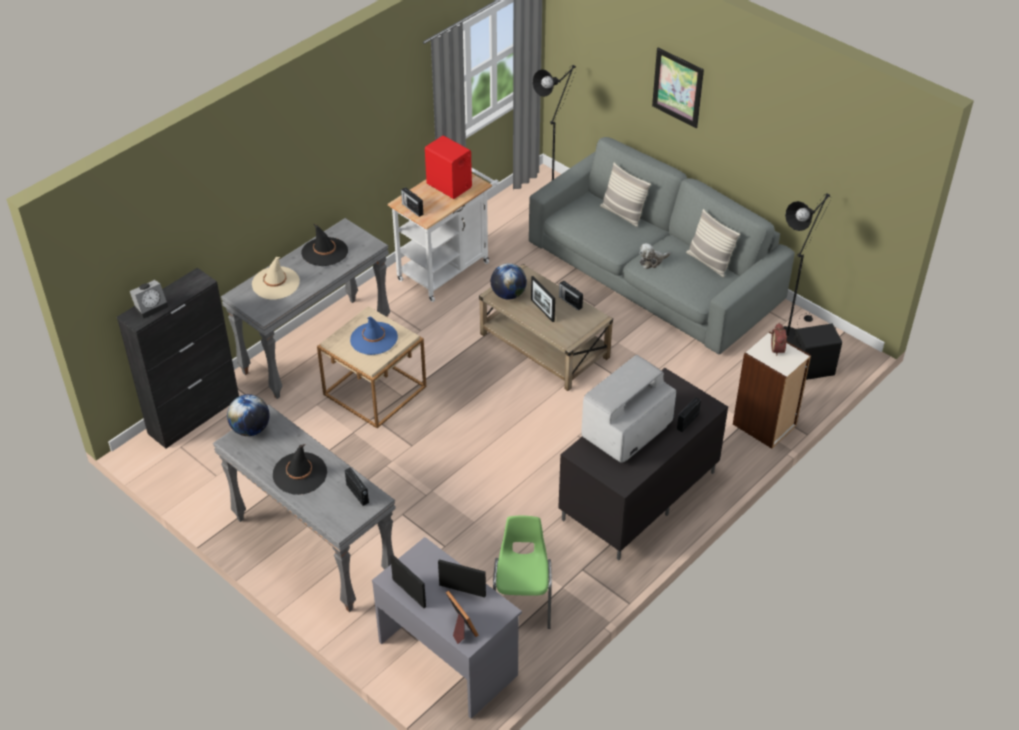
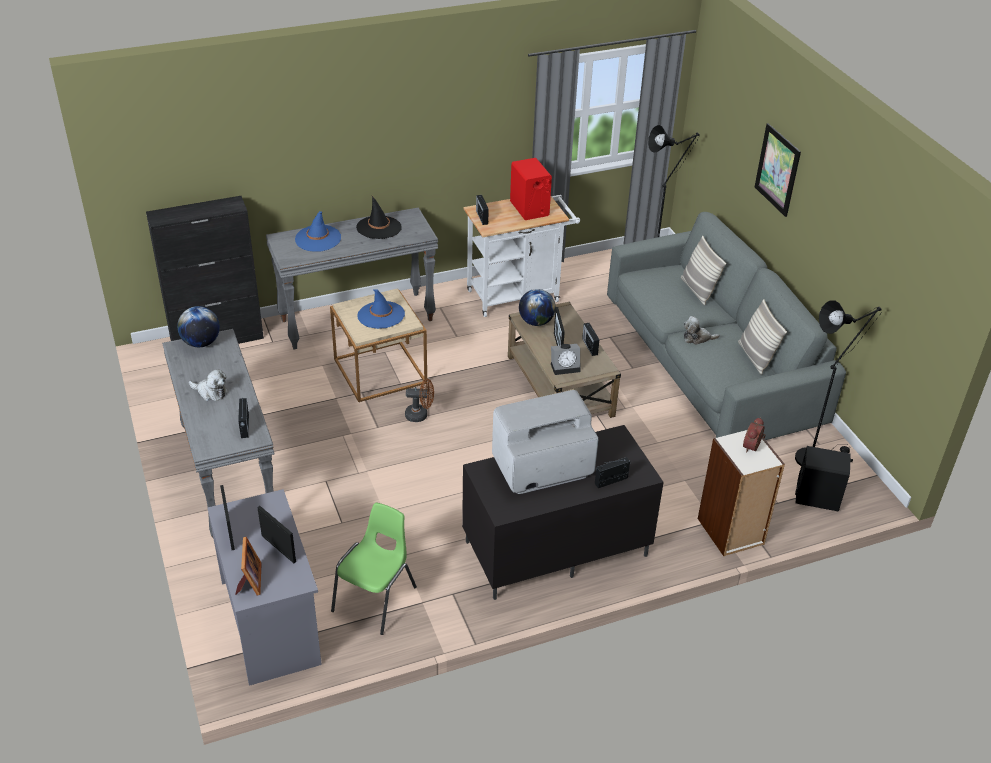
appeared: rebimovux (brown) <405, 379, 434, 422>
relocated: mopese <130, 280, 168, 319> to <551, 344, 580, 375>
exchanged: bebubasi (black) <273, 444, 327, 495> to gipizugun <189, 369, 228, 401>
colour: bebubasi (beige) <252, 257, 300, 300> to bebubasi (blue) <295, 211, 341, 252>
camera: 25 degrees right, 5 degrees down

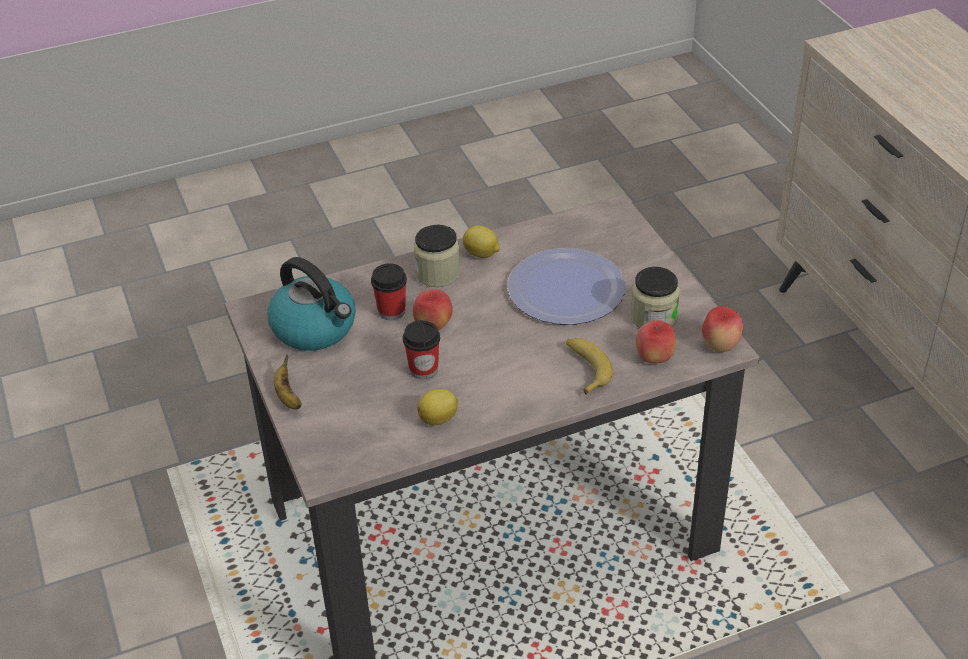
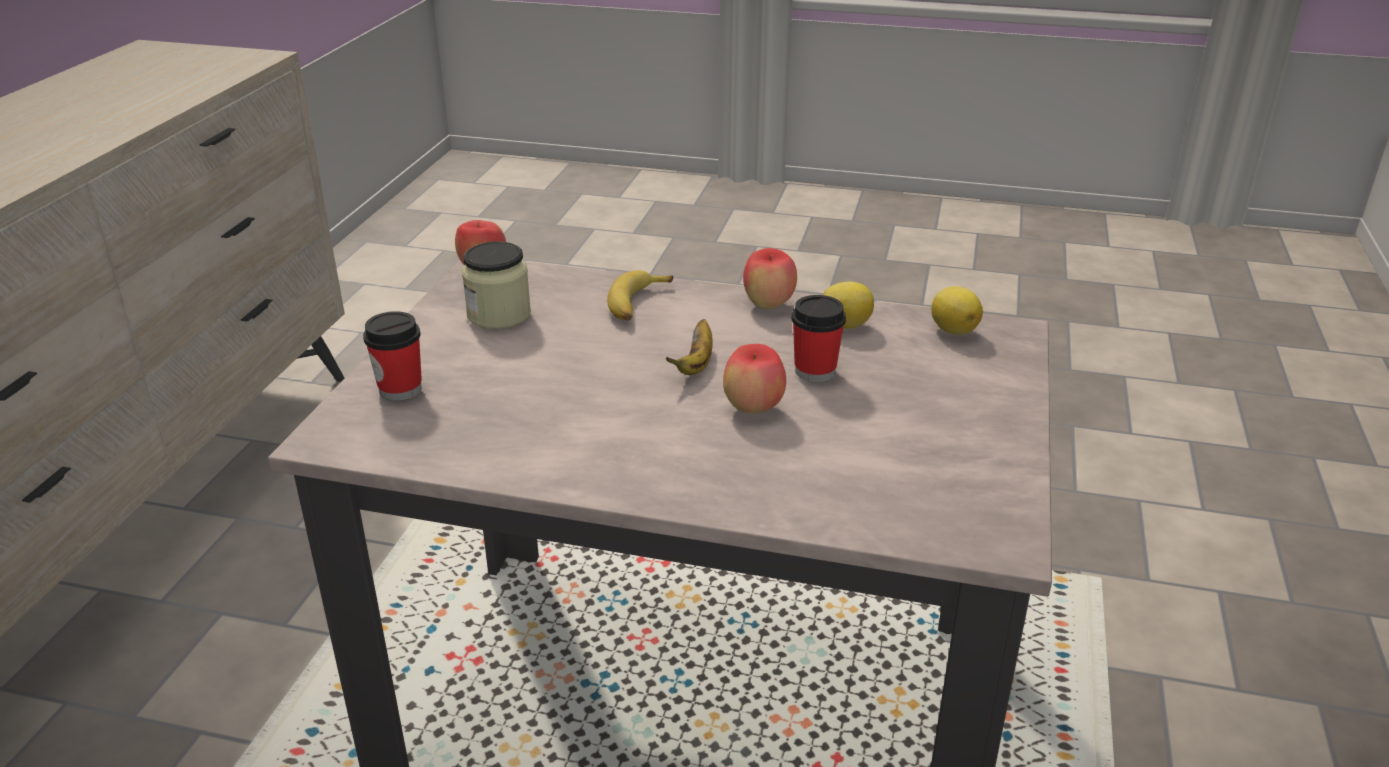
missing: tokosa <414, 225, 460, 287>; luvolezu <507, 248, 626, 325>; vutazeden <267, 257, 356, 351>
relocated: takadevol <463, 225, 500, 258> to <931, 286, 983, 335>; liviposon <371, 263, 407, 320> to <363, 311, 422, 401>; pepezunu <636, 320, 676, 363> to <743, 248, 797, 309>; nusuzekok <274, 354, 302, 409> to <666, 319, 713, 375>
camera: 145 degrees left, 10 degrees down

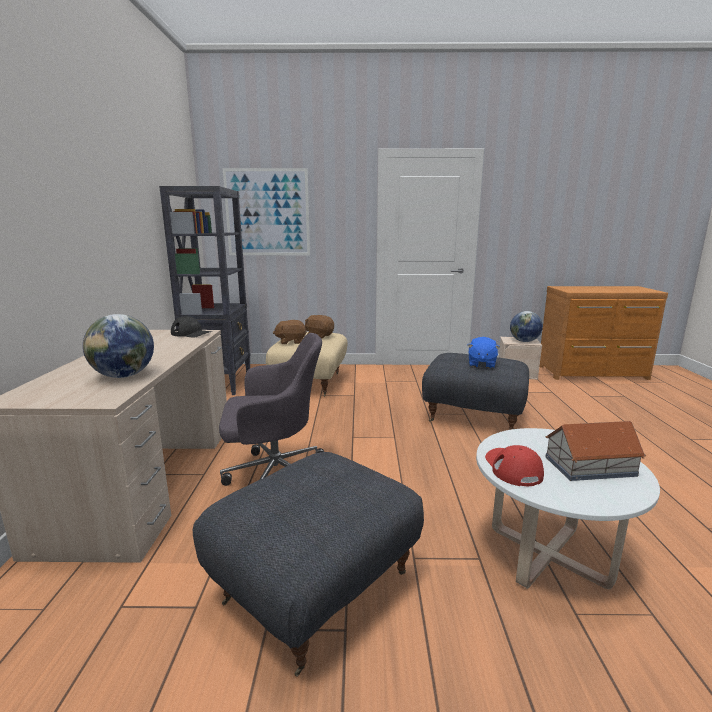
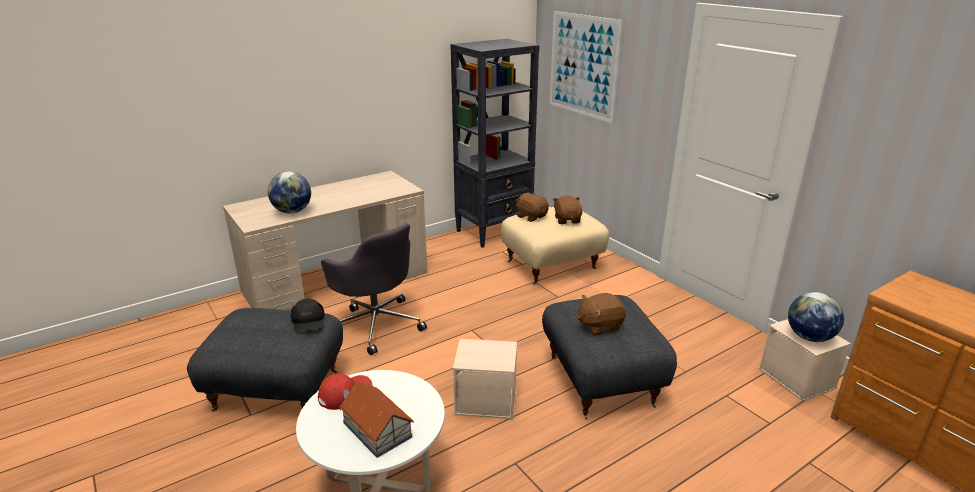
appeared: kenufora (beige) <453, 339, 517, 419>
relocated: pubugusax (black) <171, 316, 212, 338> to <291, 299, 325, 332>
colour: gipizugun (blue) <468, 337, 500, 368> to gipizugun (brown) <577, 293, 626, 335>
camera: 55 degrees right, 10 degrees up

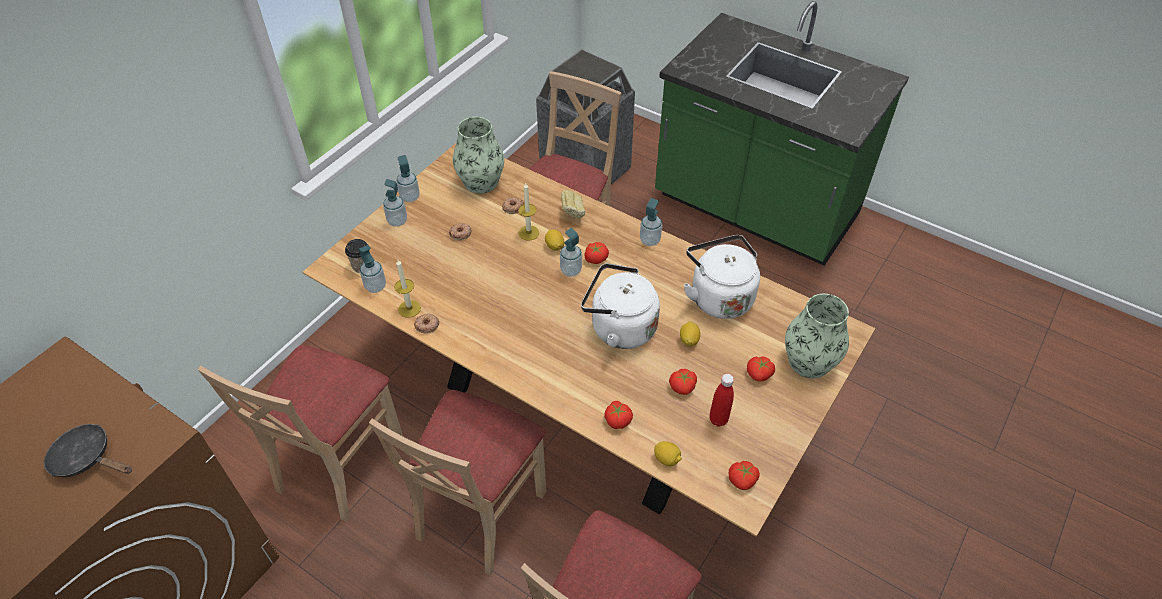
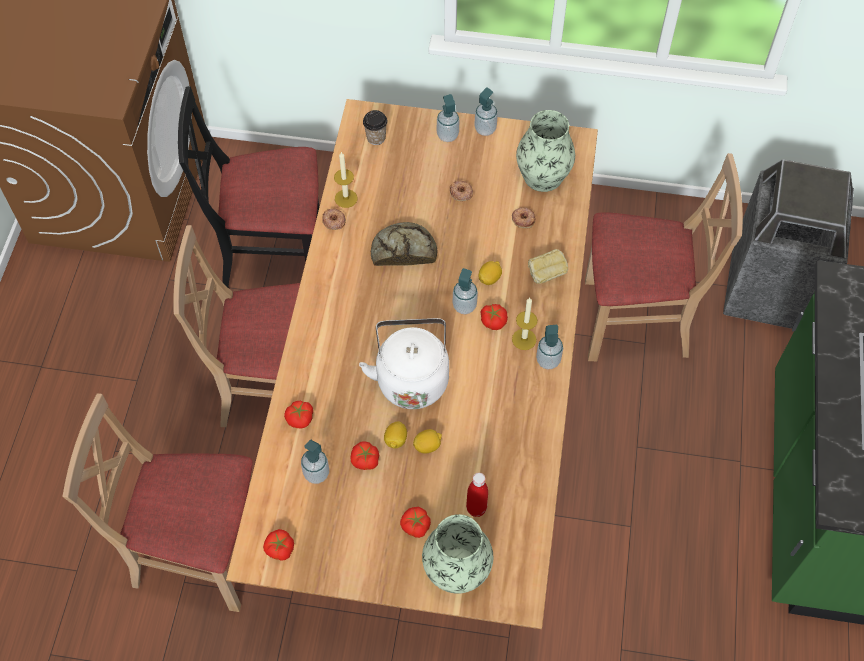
missing: vutazeden (white) <684, 235, 760, 319>; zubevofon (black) <44, 424, 132, 477>
appeared: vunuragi <371, 222, 438, 266>
relocated: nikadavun <518, 182, 539, 241> to <512, 298, 537, 350>; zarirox <359, 245, 386, 293> to <301, 439, 329, 484>; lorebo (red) <709, 374, 734, 427> to <466, 473, 488, 517>; takadevol <654, 441, 682, 466> to <384, 421, 407, 448>
colour: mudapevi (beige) <198, 345, 403, 521> to mudapevi (black) <178, 86, 319, 287>
camera: 65 degrees right, 10 degrees up

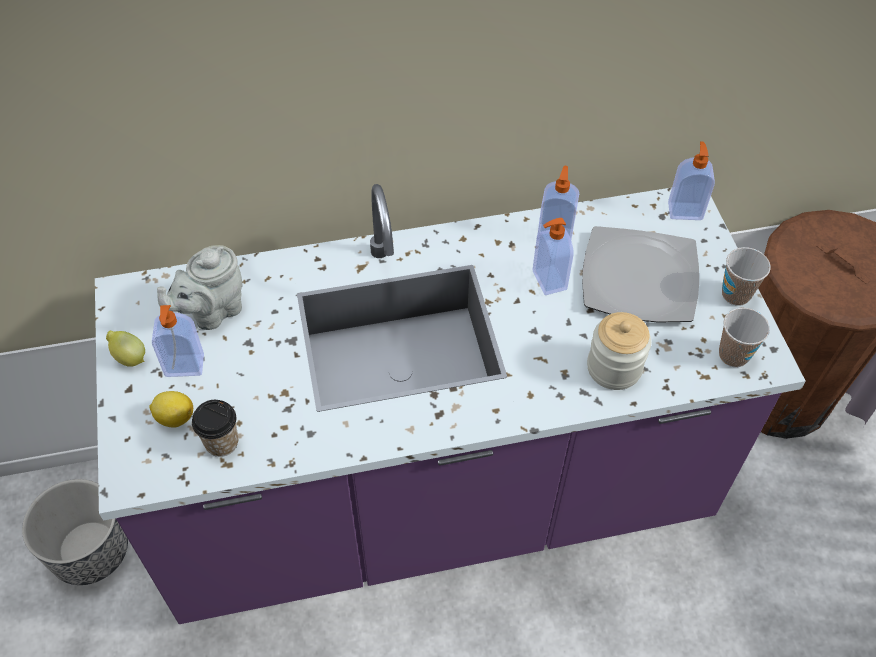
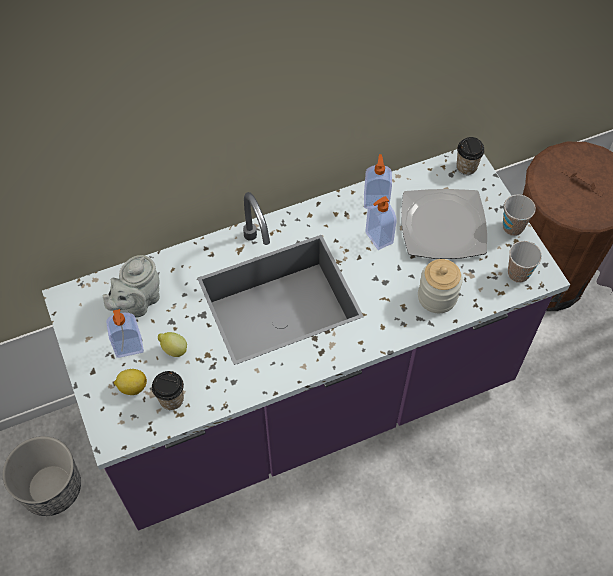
relocated: takadevol <106, 331, 145, 367> to <158, 332, 187, 357>
exchanged: zarirox <668, 141, 715, 220> to liviposon <456, 137, 485, 175>
camera: 10 degrees left, 5 degrees up

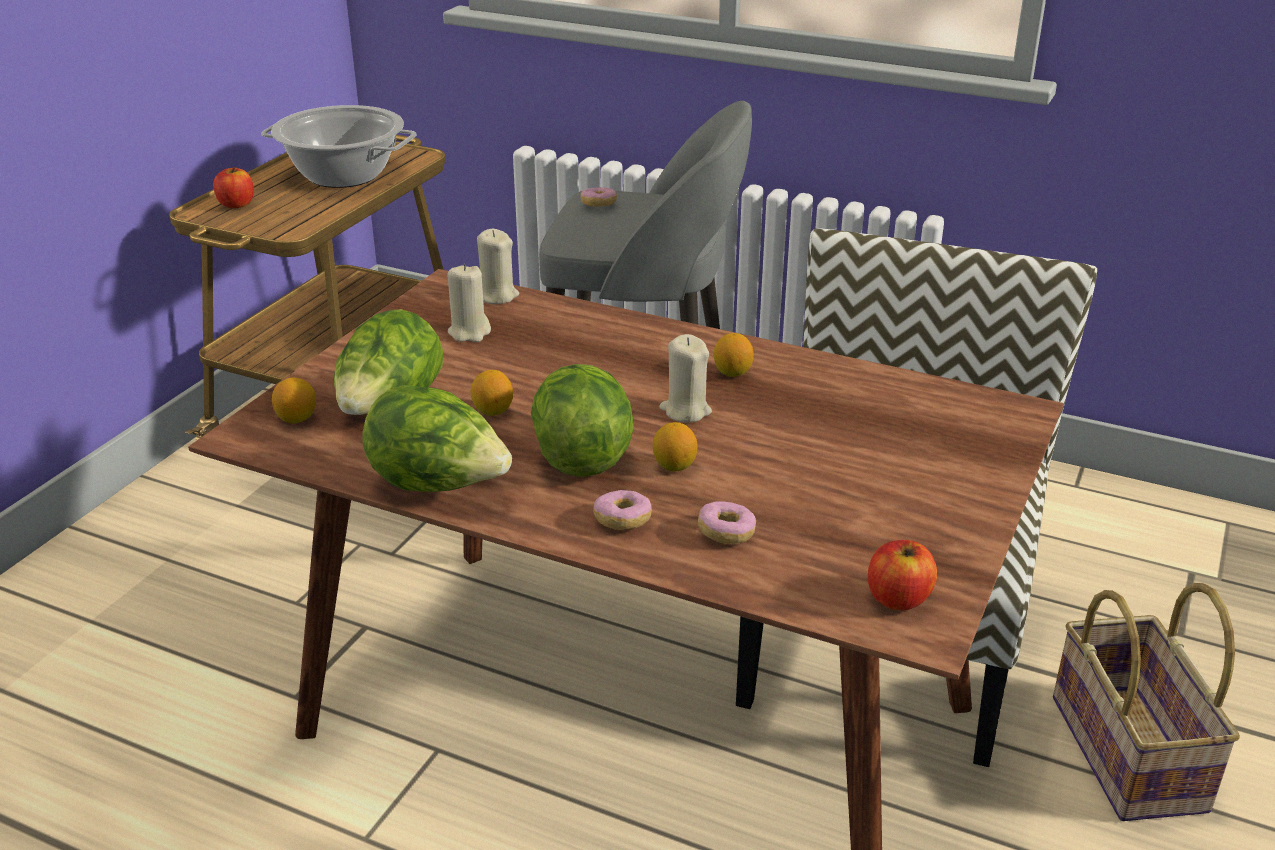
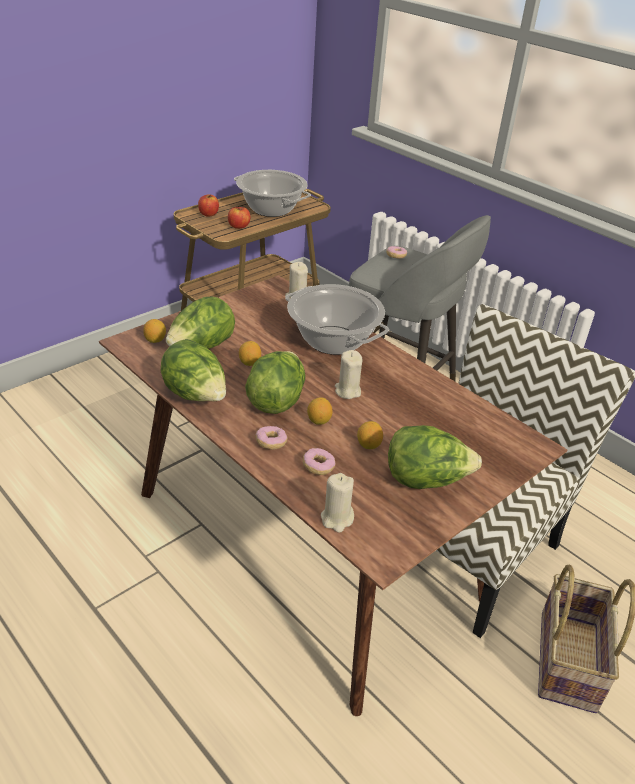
appeared: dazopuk <285, 284, 389, 355>; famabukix <388, 425, 482, 489>
relocated: nikadavun (beige) <447, 264, 491, 342> to <321, 473, 354, 533>; takadevol <714, 333, 754, 377> to <357, 421, 383, 449>; pepezunu <868, 540, 937, 611> to <228, 207, 251, 229>
camera: 20 degrees right, 5 degrees up

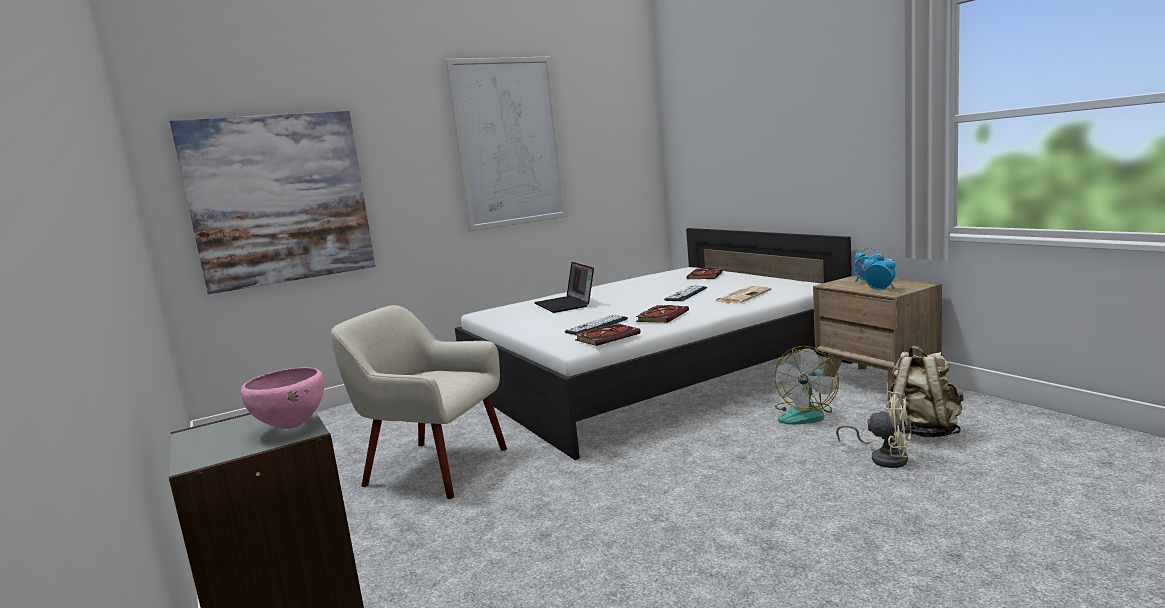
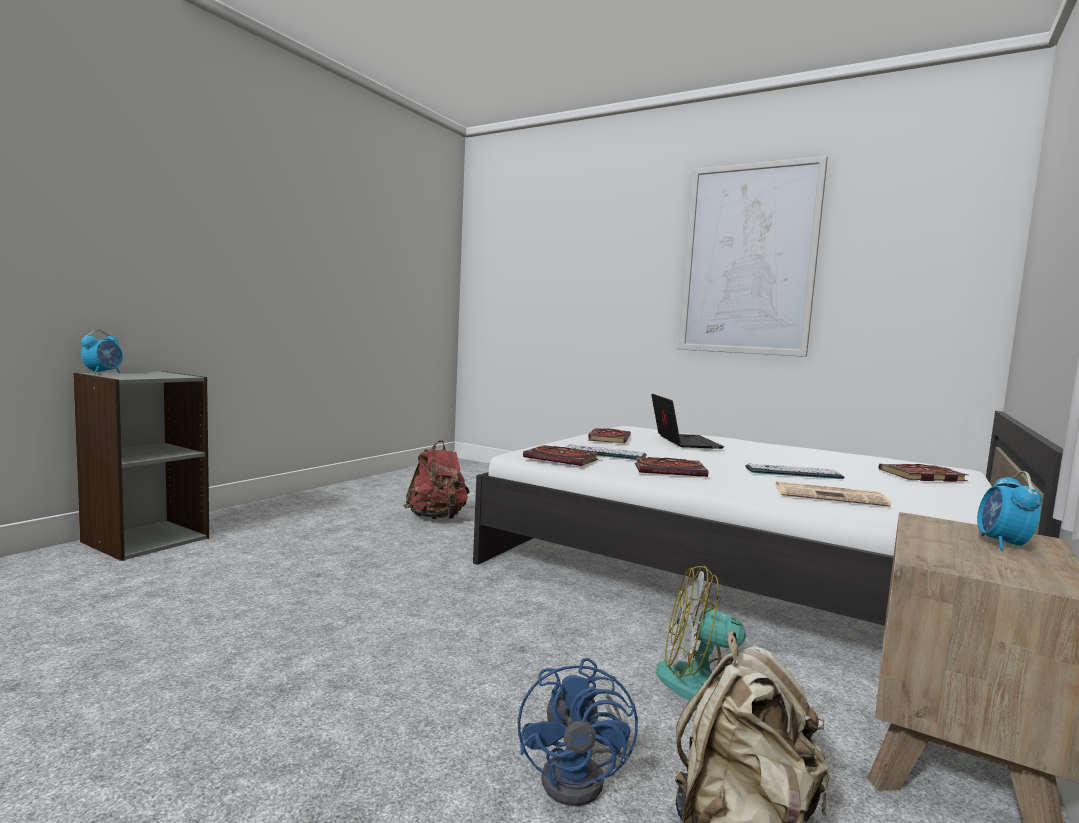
missing: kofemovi <170, 111, 375, 294>; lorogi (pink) <241, 367, 324, 429>
appeared: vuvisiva <588, 428, 631, 443>
relocated: mopese <863, 254, 895, 290> to <81, 329, 123, 374>
exchanged: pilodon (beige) <331, 305, 507, 499> to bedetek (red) <404, 440, 470, 519>
colour: rebimovux (beige) <836, 391, 911, 468> to rebimovux (blue) <518, 658, 638, 806>
spun: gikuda <534, 262, 594, 313> = <651, 394, 724, 449> 135 degrees clockwise
camera: 60 degrees right, 5 degrees down

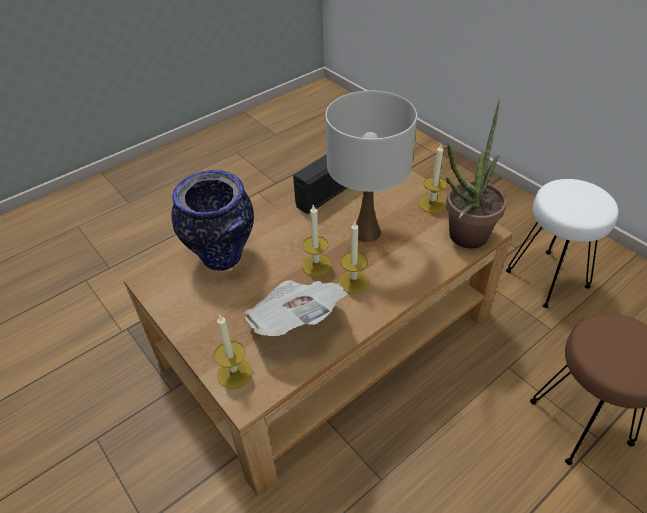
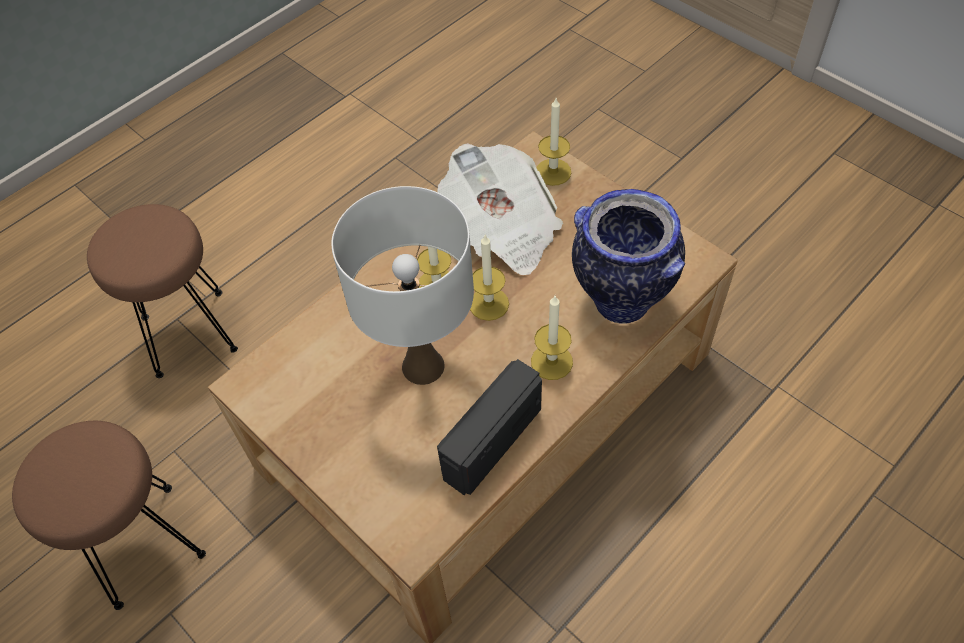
missing: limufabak <446, 100, 507, 249>
relocated: nikadavun <419, 144, 447, 213> to <531, 296, 573, 380>
colour: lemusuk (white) <506, 179, 618, 308> to lemusuk (brown) <12, 421, 206, 610>
camera: 175 degrees right, 10 degrees up

